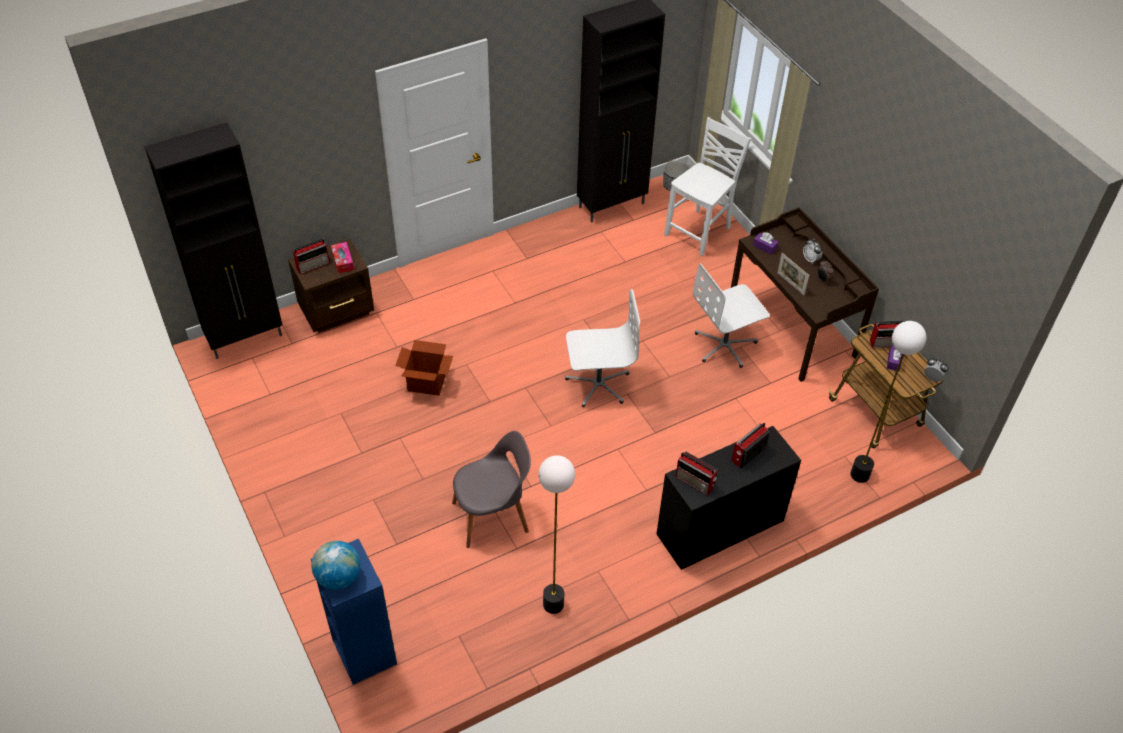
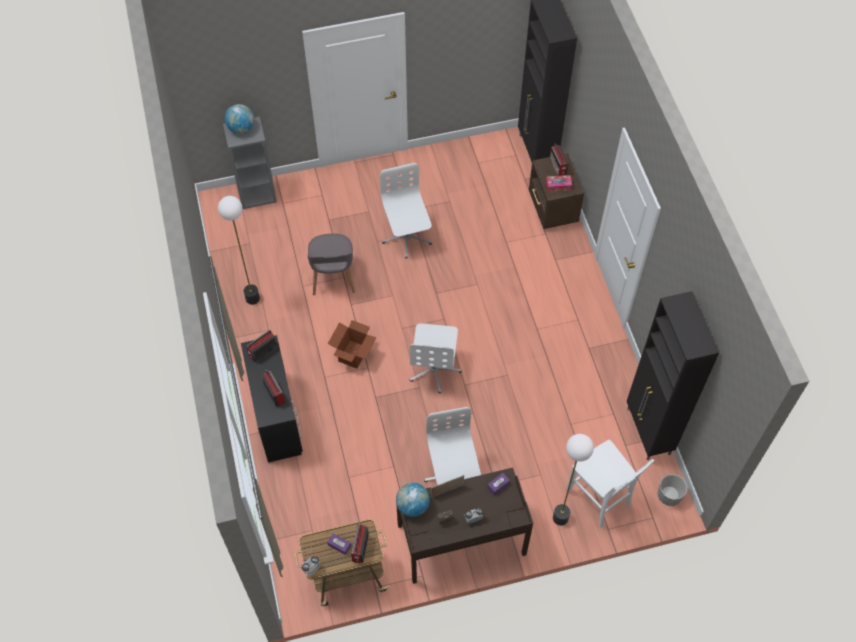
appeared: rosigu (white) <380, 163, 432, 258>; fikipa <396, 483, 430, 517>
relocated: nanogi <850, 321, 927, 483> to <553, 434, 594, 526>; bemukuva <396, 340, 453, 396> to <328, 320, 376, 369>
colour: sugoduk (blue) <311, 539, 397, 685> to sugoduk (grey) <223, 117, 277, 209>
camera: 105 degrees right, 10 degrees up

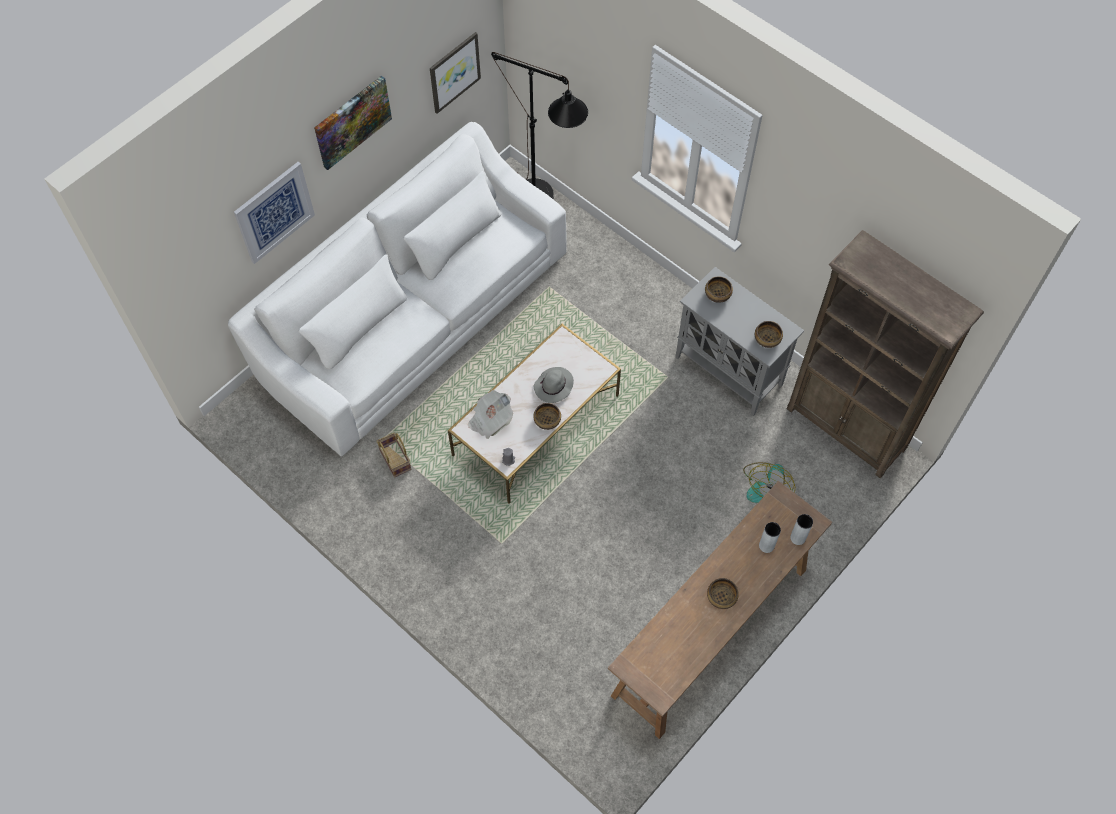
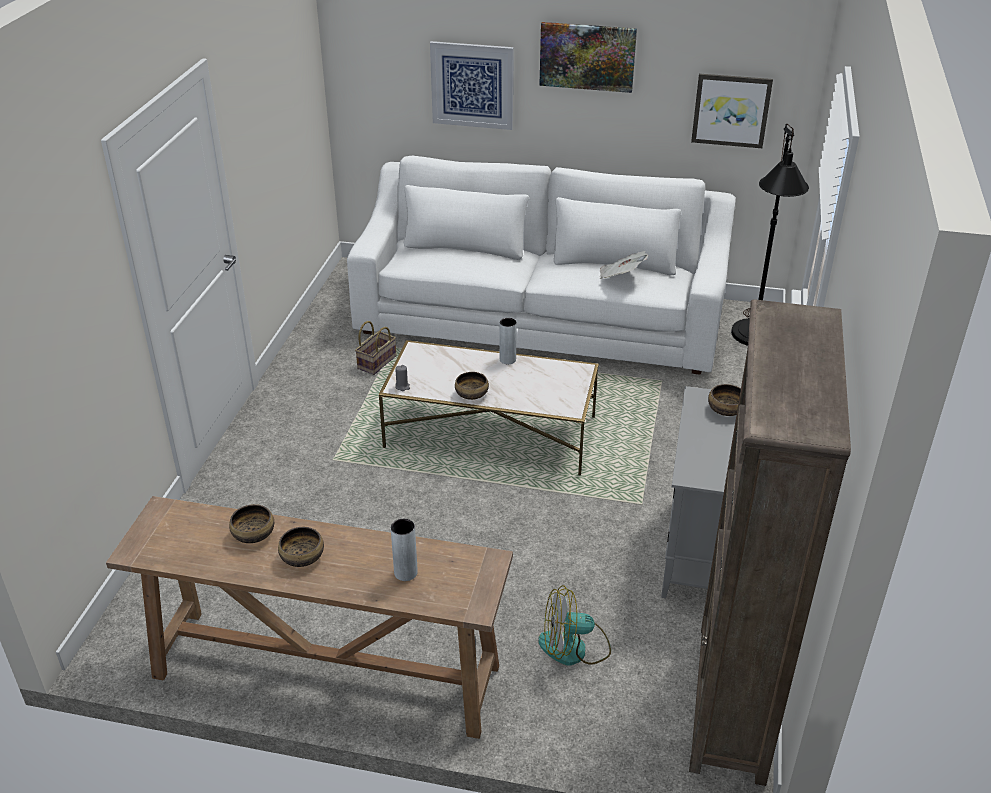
missing: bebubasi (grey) <534, 367, 574, 403>
relocated: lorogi <755, 321, 783, 348> to <229, 504, 274, 543>; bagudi <468, 390, 513, 439> to <599, 251, 648, 279>; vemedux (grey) <790, 514, 813, 545> to <500, 318, 517, 364>
camera: 60 degrees right, 25 degrees down

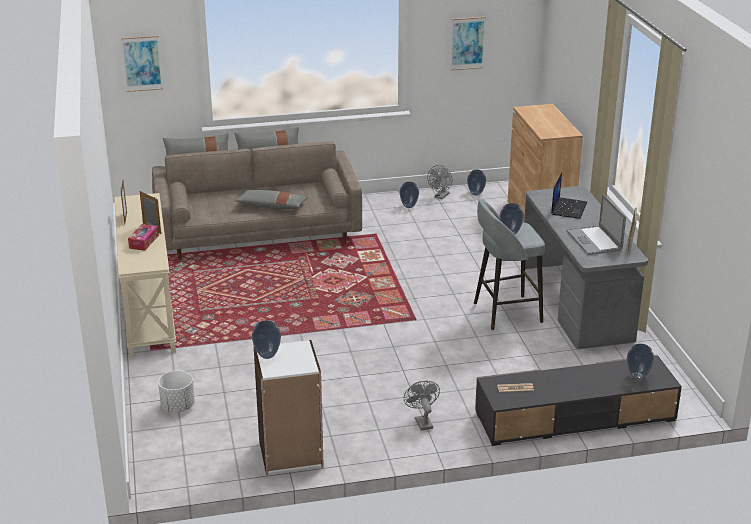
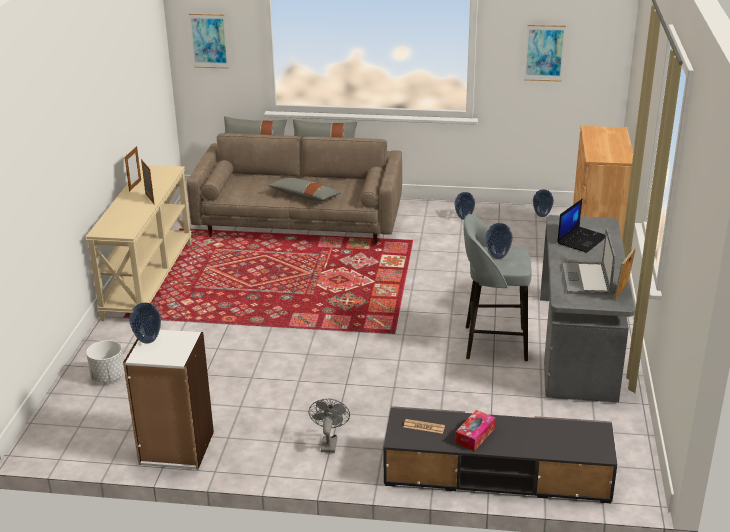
missing: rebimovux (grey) <427, 165, 452, 199>; vemedux <627, 344, 654, 379>
relocated: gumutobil <128, 224, 159, 251> to <455, 410, 495, 451>
camera: 20 degrees right, 0 degrees up

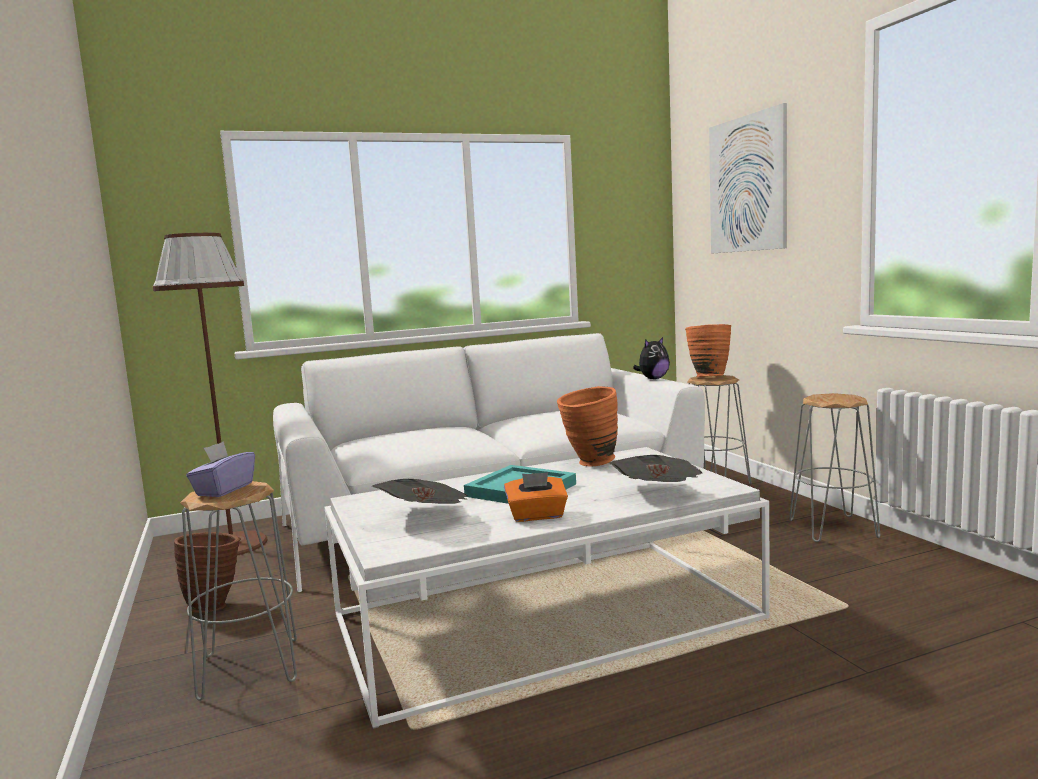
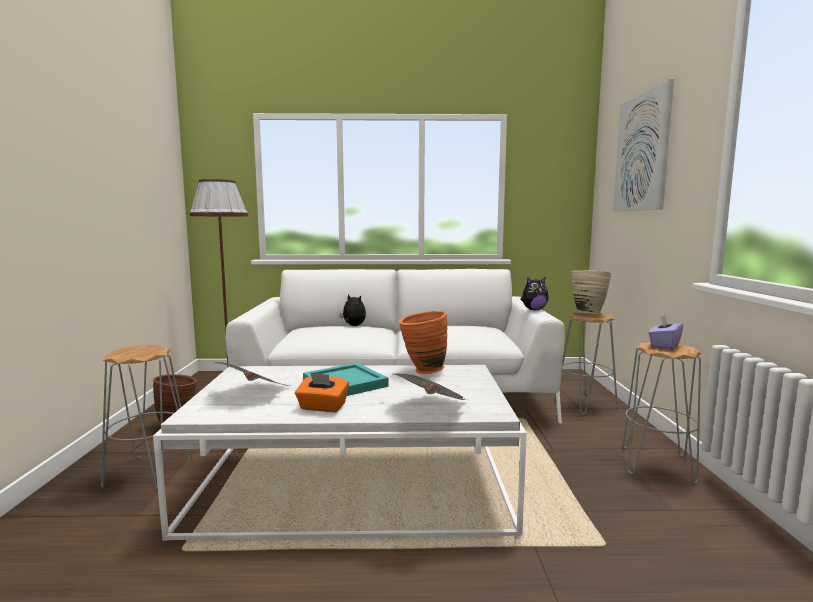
appeared: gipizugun <339, 294, 366, 326>
relocated: gumutobil (purple) <186, 441, 255, 497> to <648, 315, 683, 350>
colour: vemedux (orange) <685, 324, 731, 377> to vemedux (beige) <572, 270, 611, 314>
camera: 20 degrees right, 0 degrees up

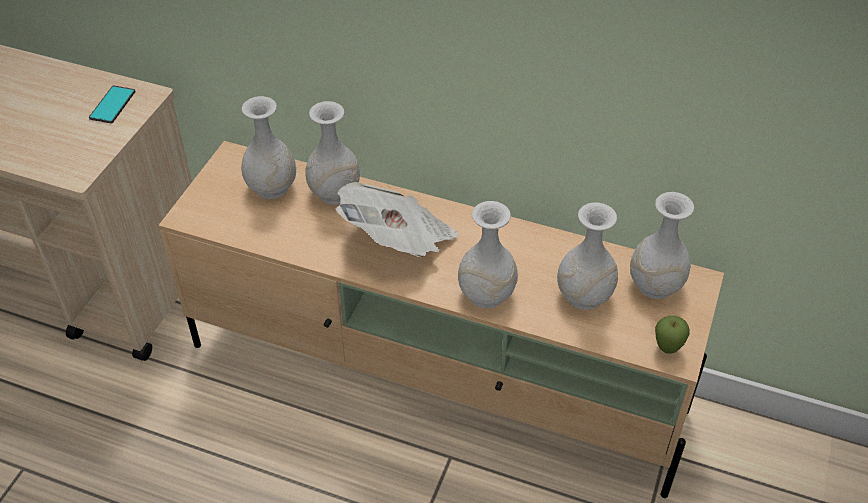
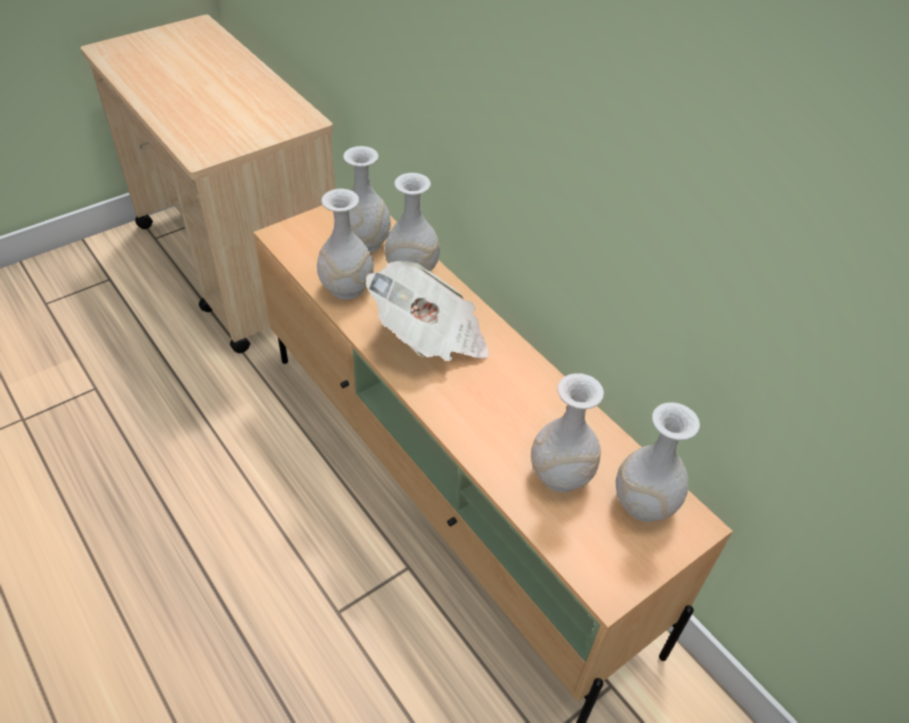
missing: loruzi <89, 85, 136, 124>; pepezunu <655, 316, 690, 354>
relocated: vemedux (white) <458, 201, 518, 308> to <317, 189, 374, 300>
camera: 30 degrees right, 0 degrees up

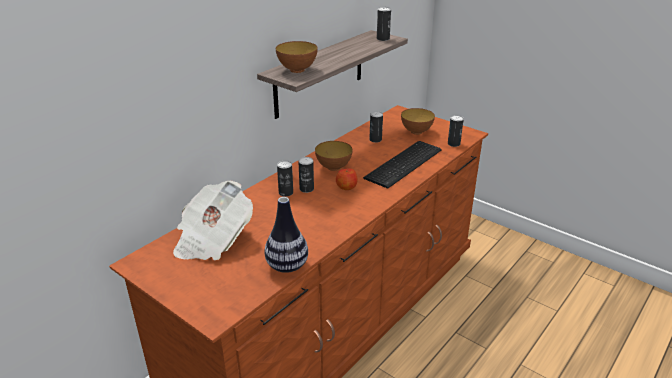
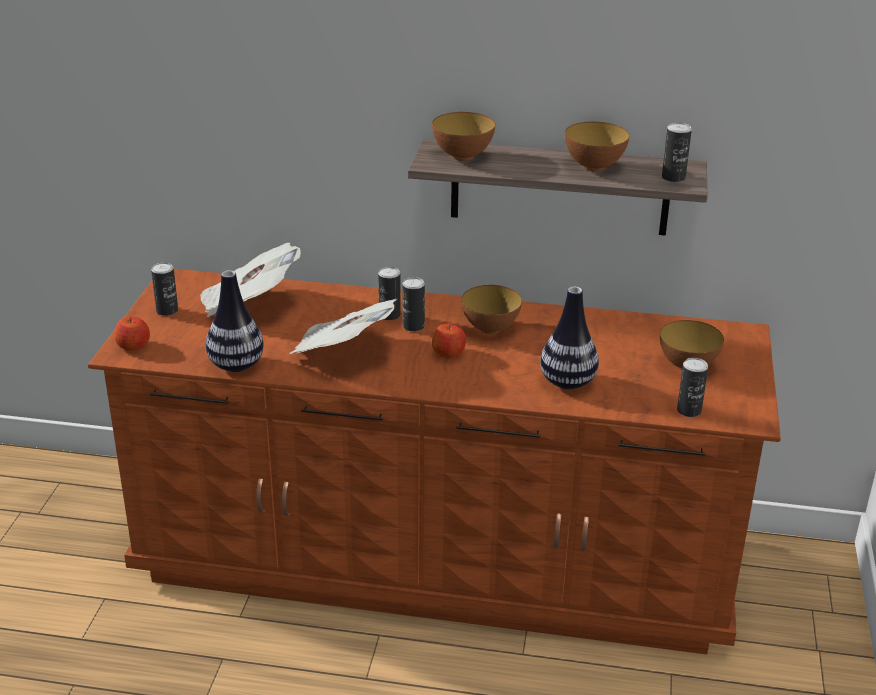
appeared: lorogi <565, 121, 629, 172>; bagudi <289, 299, 397, 354>; pepezunu <114, 316, 150, 351>
relocated: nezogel <369, 111, 383, 143> to <151, 262, 178, 316>
exchanged: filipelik <363, 141, 442, 189> to vemedux <540, 286, 599, 389>
camera: 60 degrees right, 0 degrees up

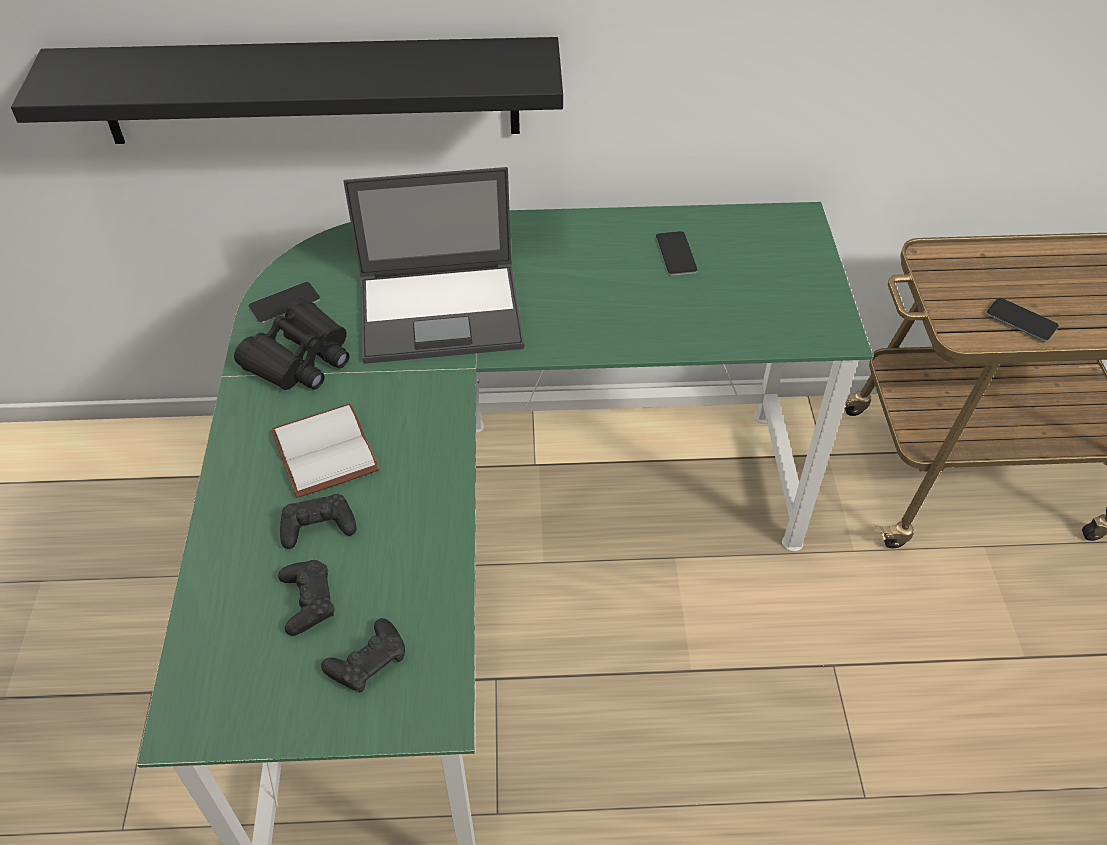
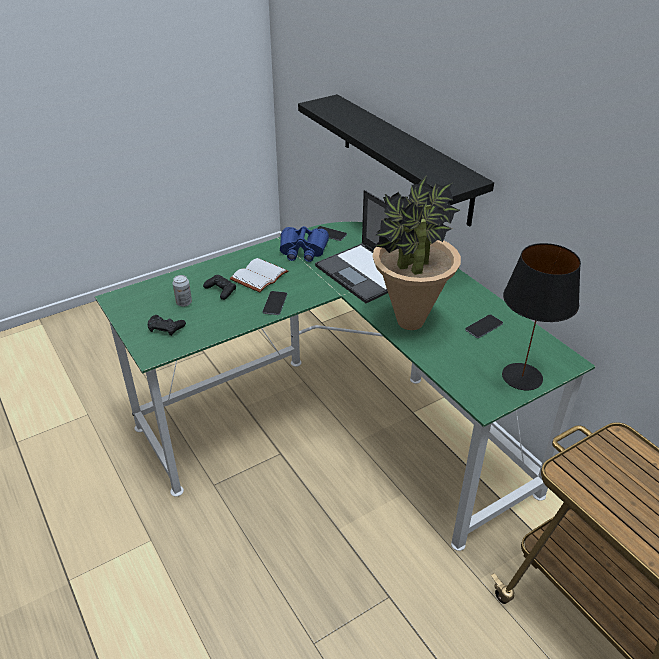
appeared: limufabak <372, 176, 461, 330>; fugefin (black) <502, 243, 581, 390>
relocated: loruzi <986, 298, 1059, 342> to <263, 291, 287, 315>
exchanged: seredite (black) <278, 560, 335, 636> to nezogel <173, 275, 192, 307>
colour: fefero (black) <234, 298, 350, 390> to fefero (blue) <280, 226, 329, 262>
camera: 60 degrees right, 10 degrees down

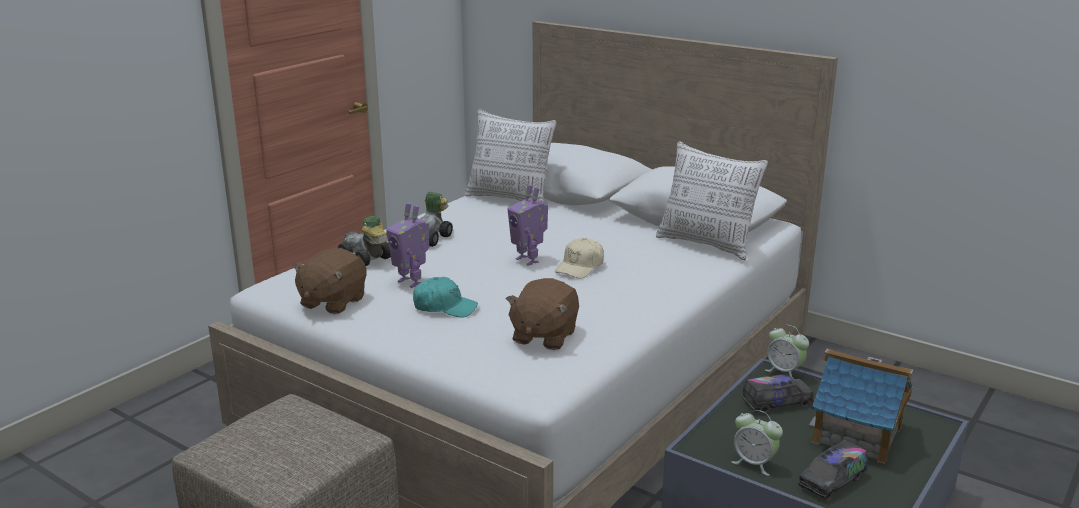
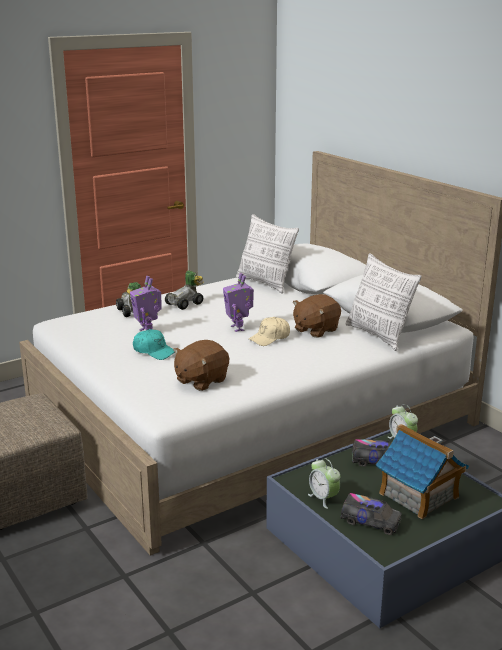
relocated: gipizugun (brown) <292, 248, 367, 314> to <293, 294, 341, 338>
spun: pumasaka <798, 440, 868, 501> = <340, 493, 402, 535> 135 degrees counterclockwise
camera: 20 degrees right, 0 degrees up

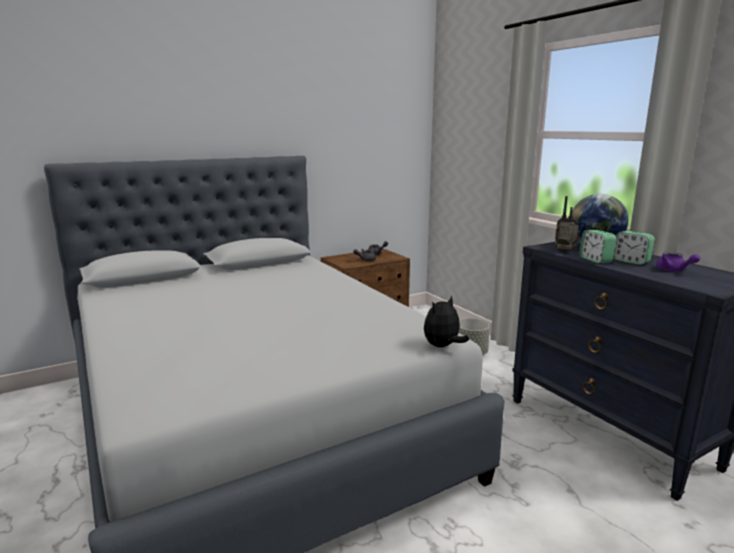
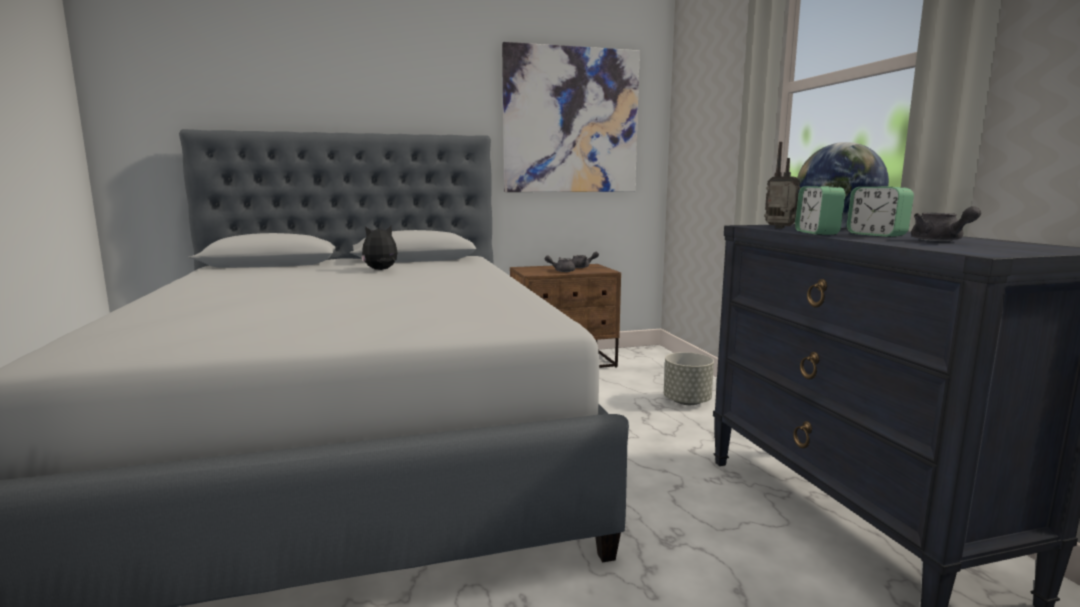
appeared: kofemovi <502, 42, 640, 192>
relocated: gipizugun <424, 295, 469, 347> to <361, 226, 397, 270>
colour: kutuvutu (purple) <656, 252, 700, 271> to kutuvutu (grey) <911, 206, 981, 241>
camera: 15 degrees right, 5 degrees down

